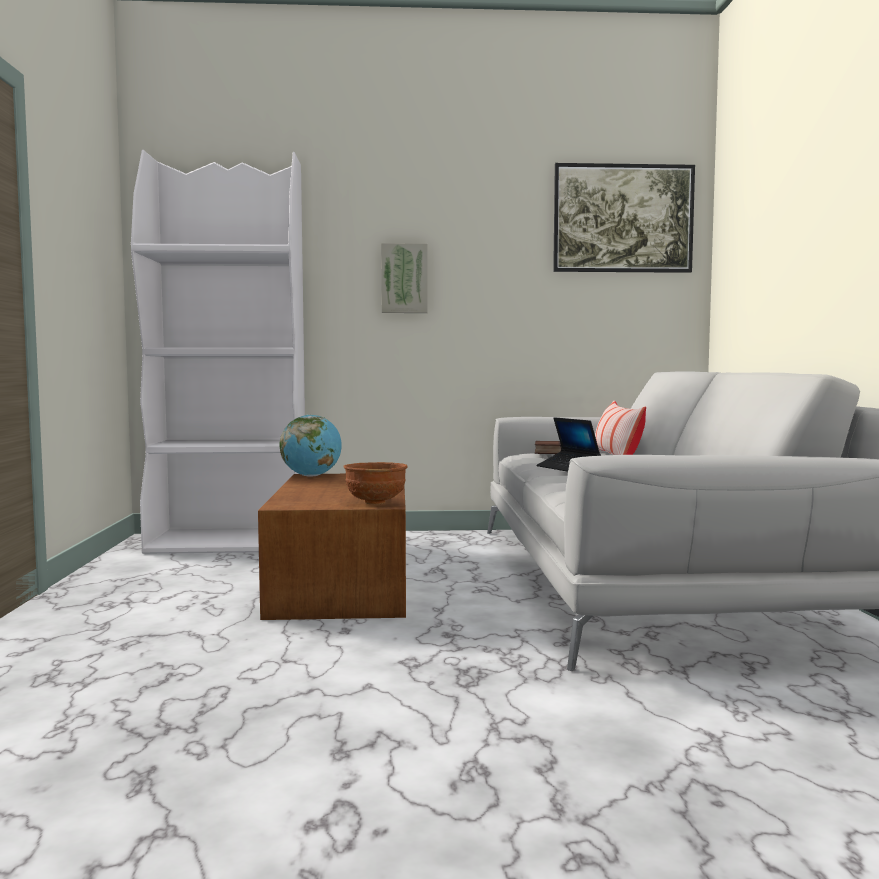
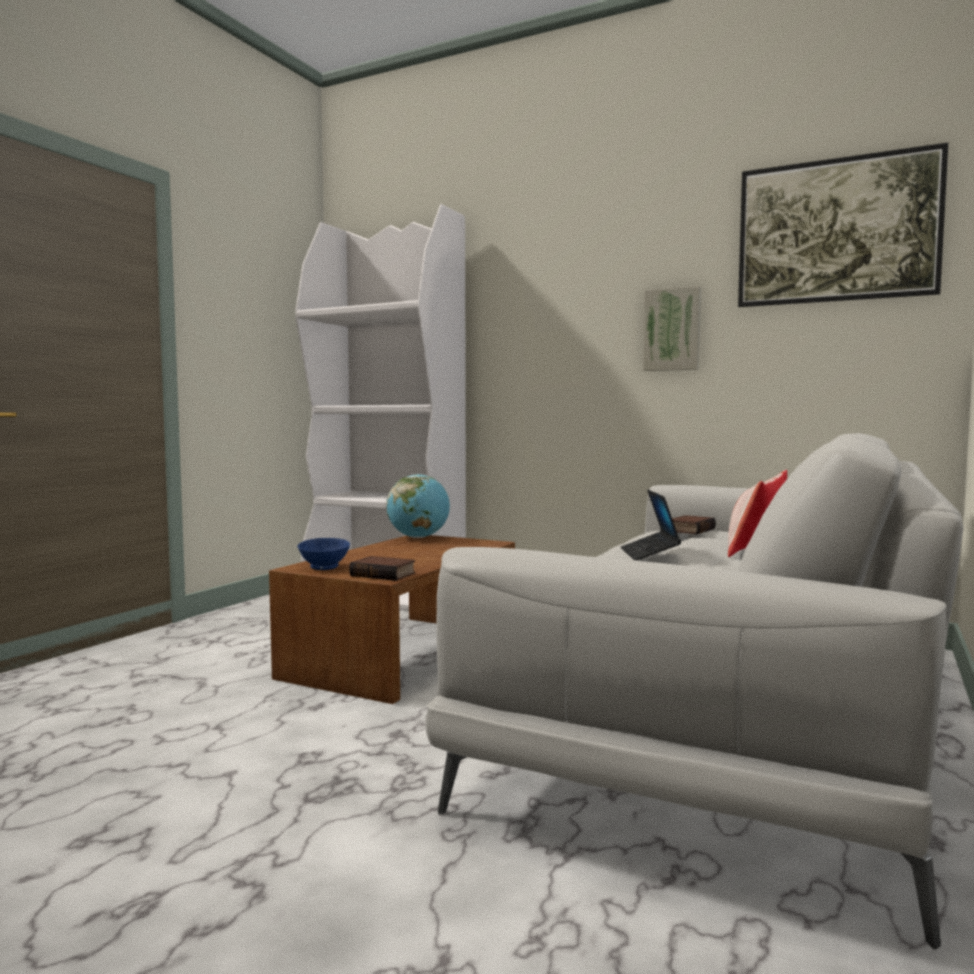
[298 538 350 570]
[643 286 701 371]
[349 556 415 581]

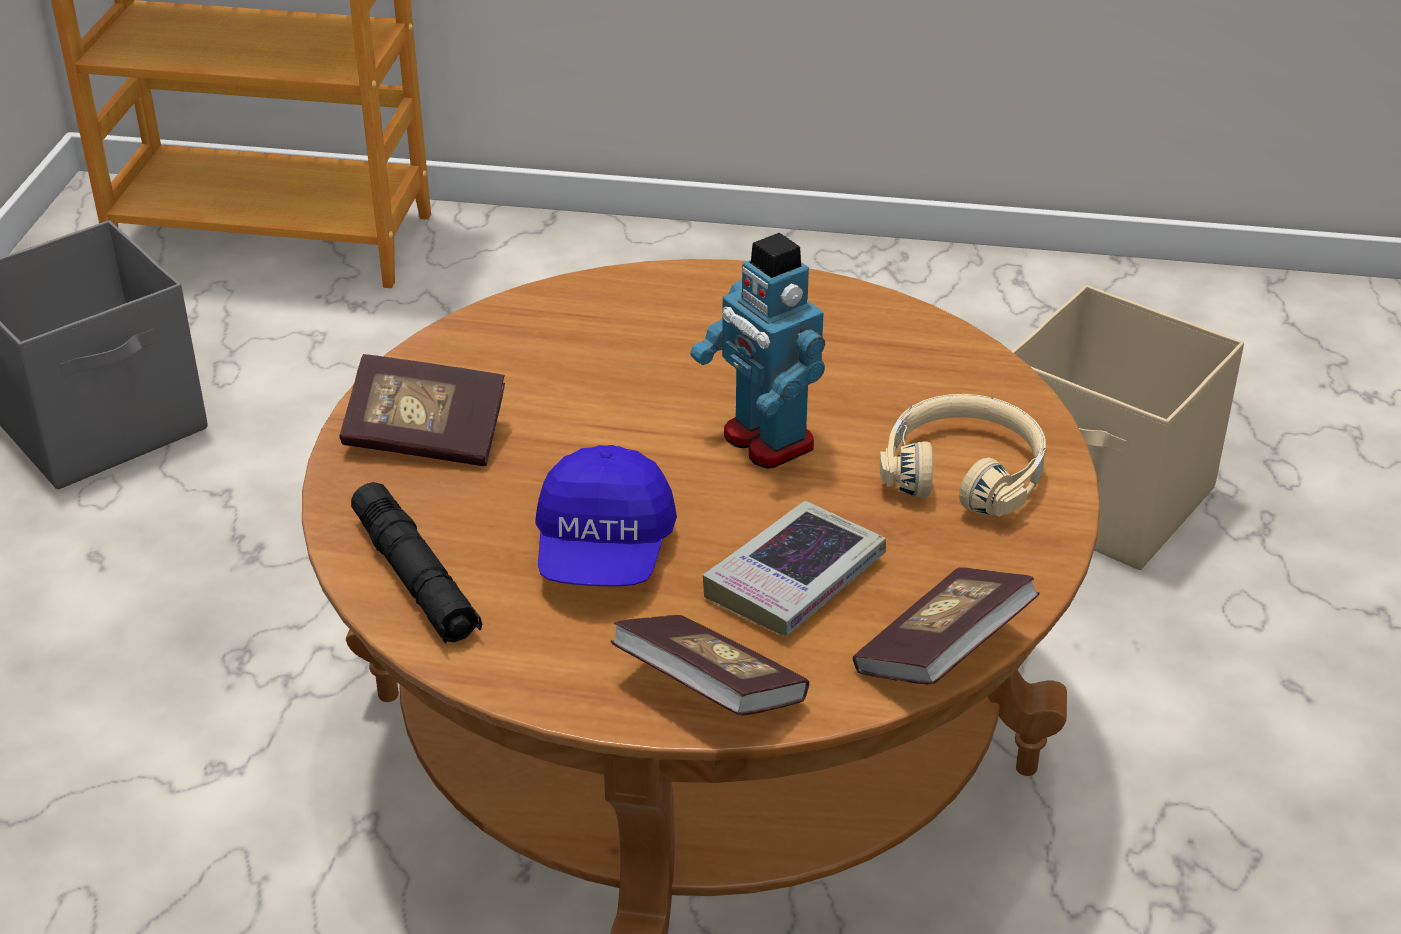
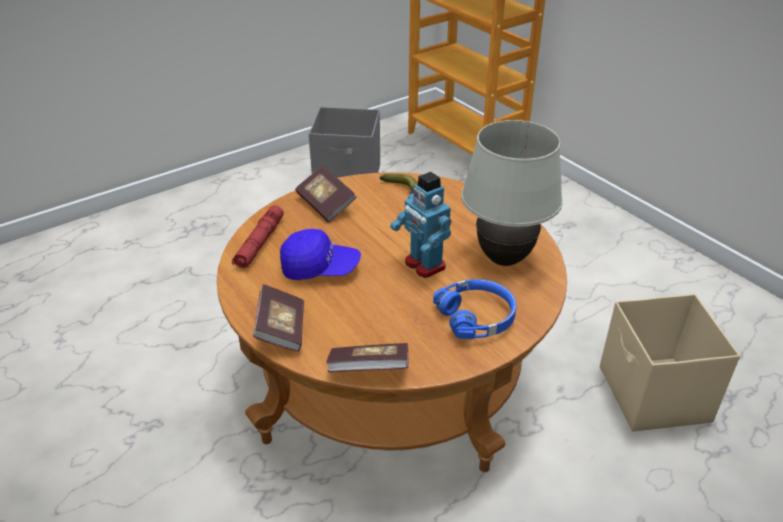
[702 501 886 636] (first image)
[380 174 418 194]
[461 120 563 266]
[232 205 284 268]
[433 279 516 339]
[280 229 361 280]
[390 172 451 278]

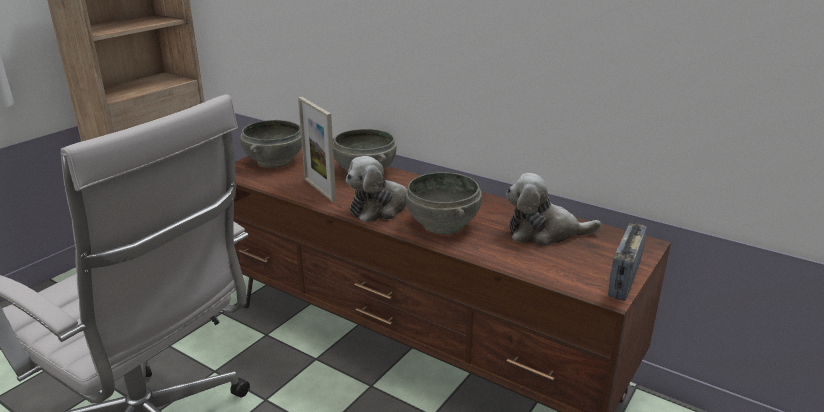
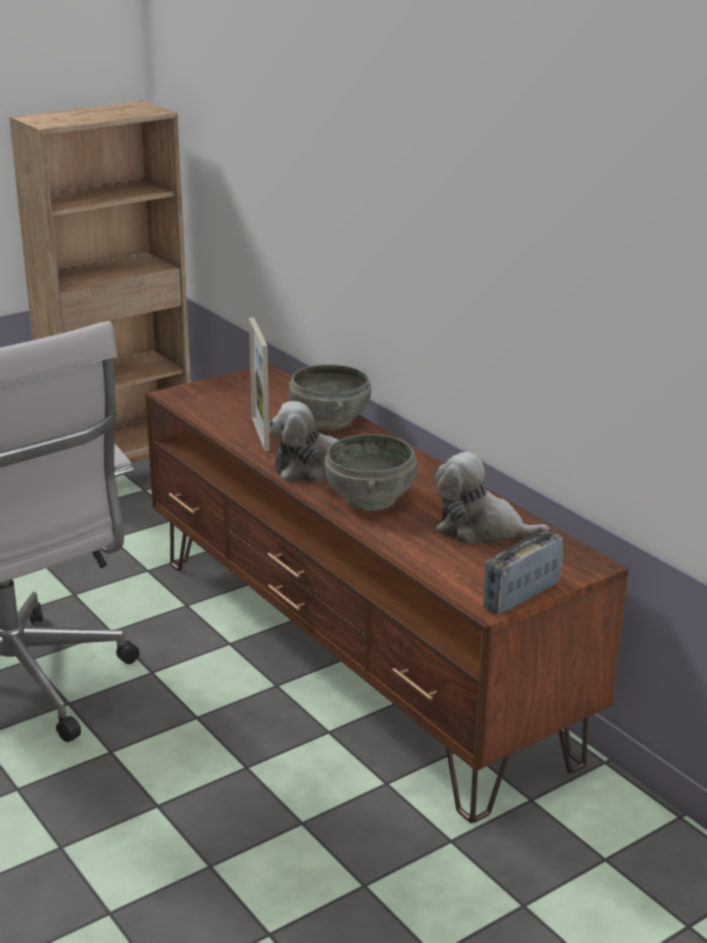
[240 120 302 168] (first image)

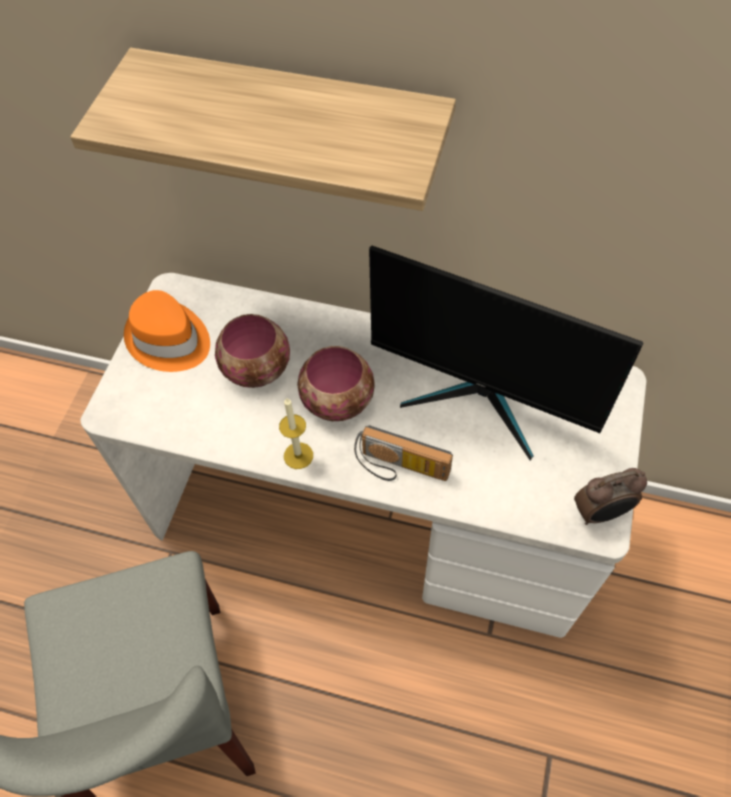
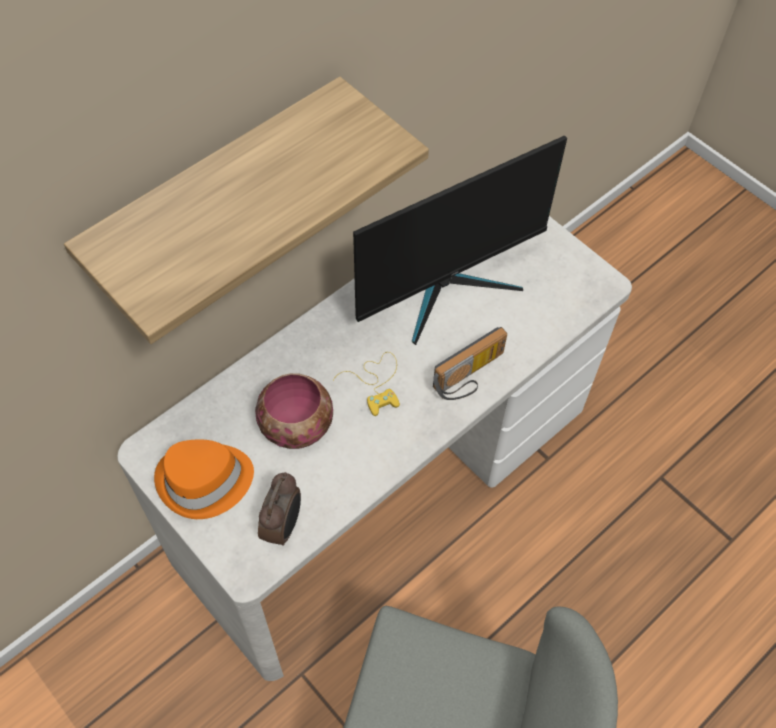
[279 397 313 469] (first image)
[258 472 301 546]
[333 352 400 416]

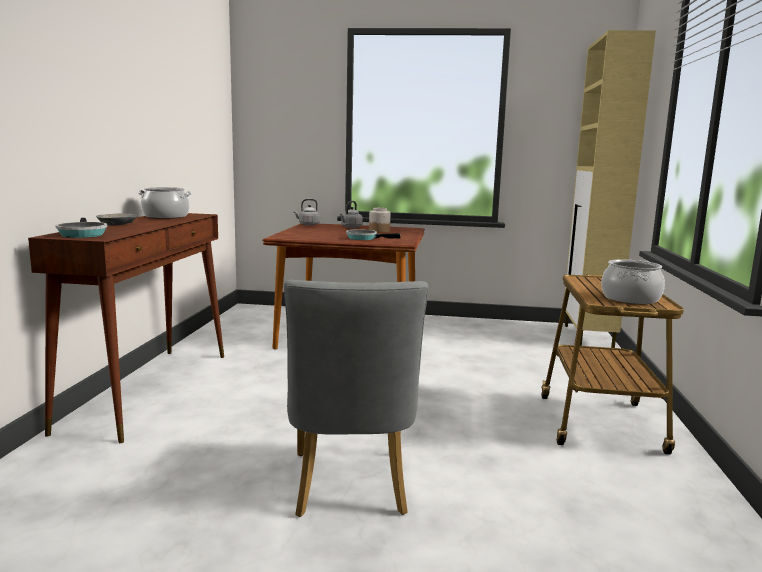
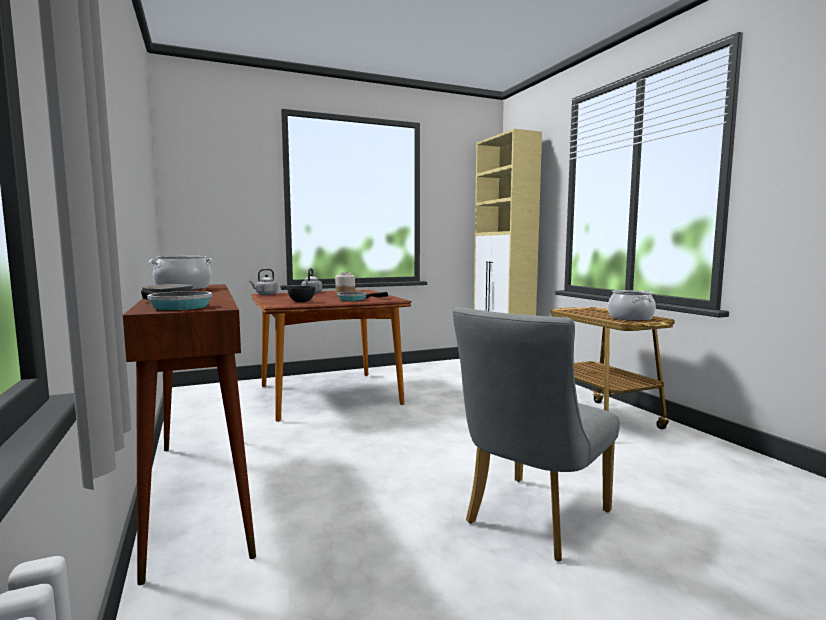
[287 286 315 302]
[453 307 620 561]

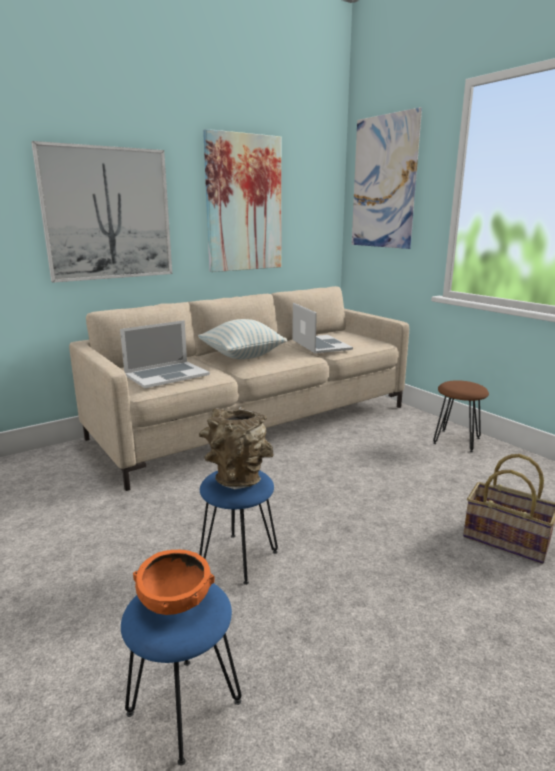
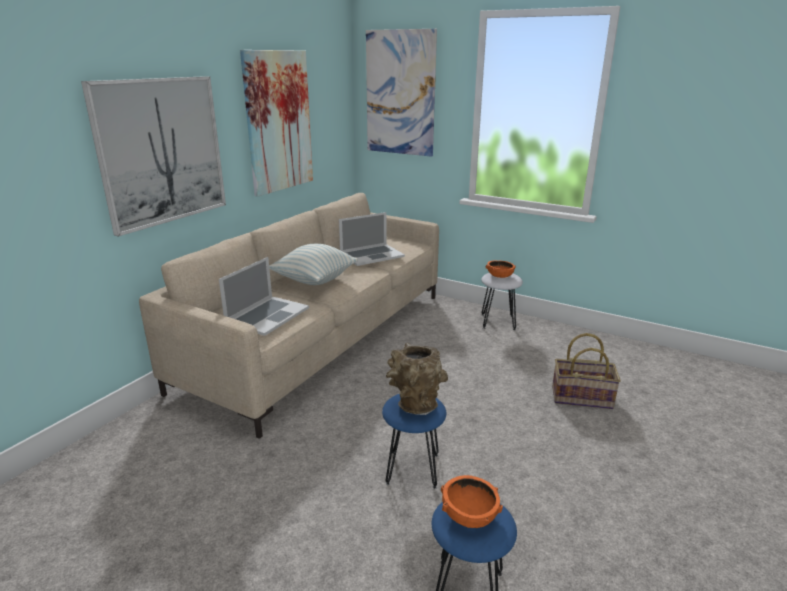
[486 261 516 278]
[481 273 523 330]
[339 212 405 266]

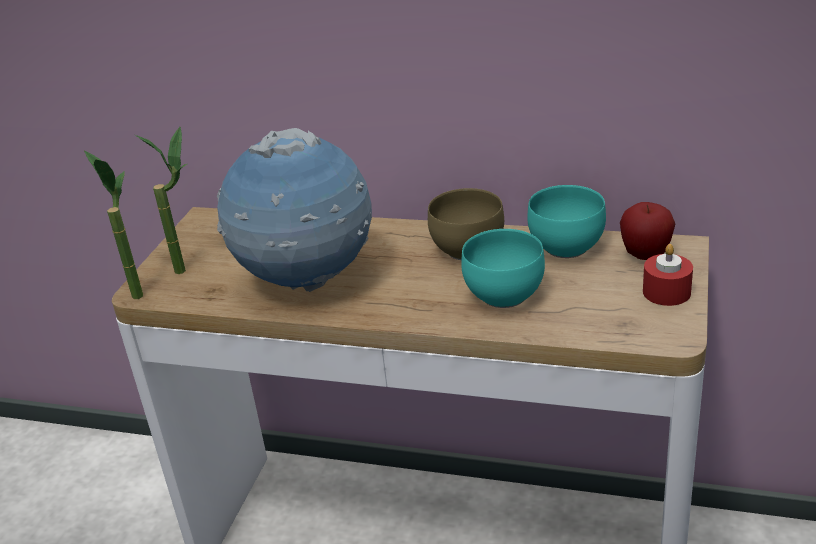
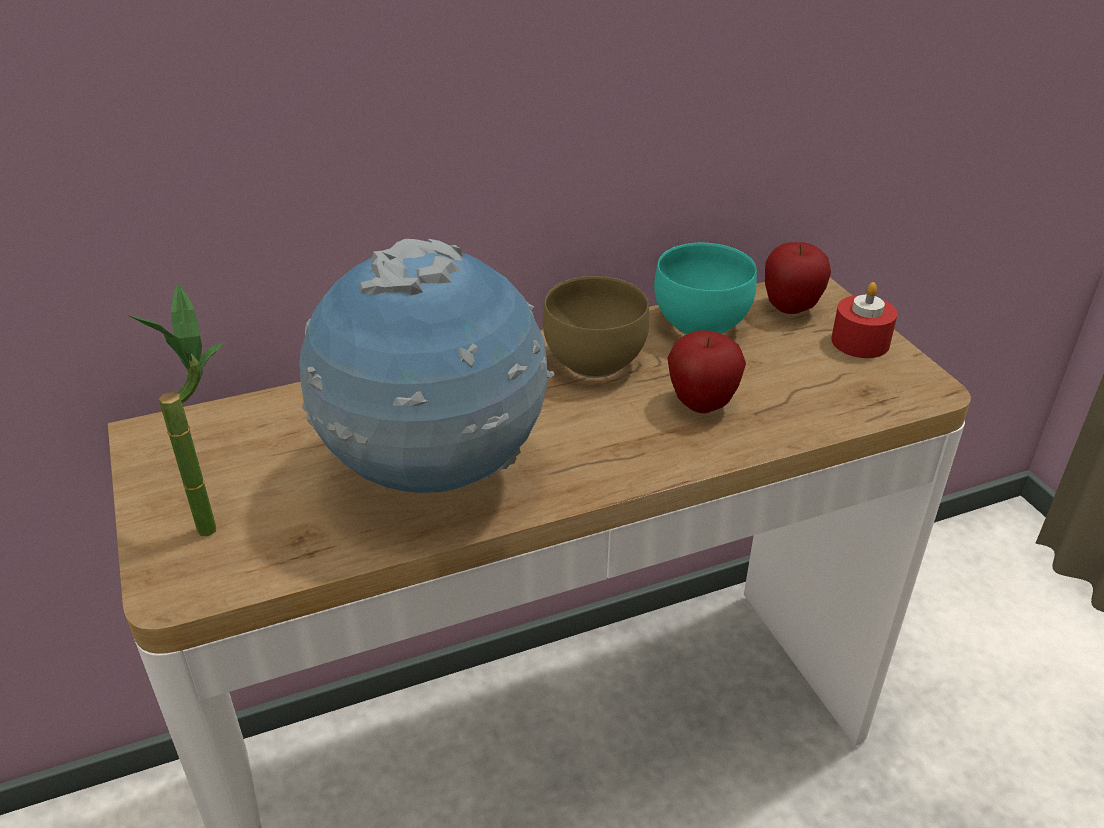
[84 150 143 299] (first image)
[668 330 746 413]

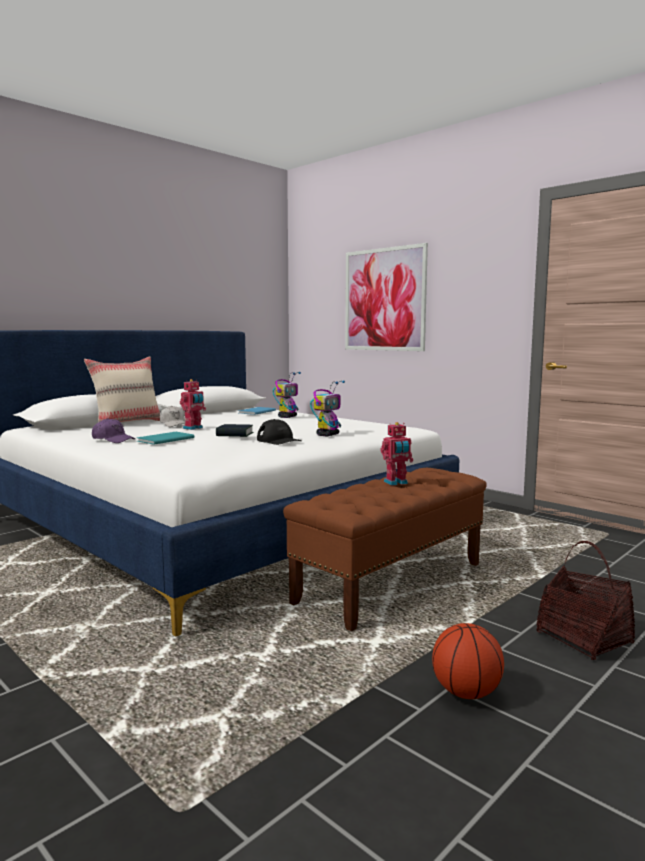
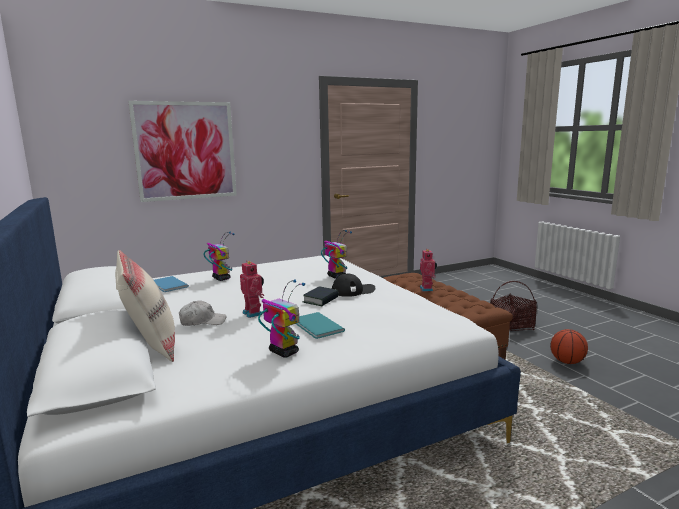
[258 279 305 358]

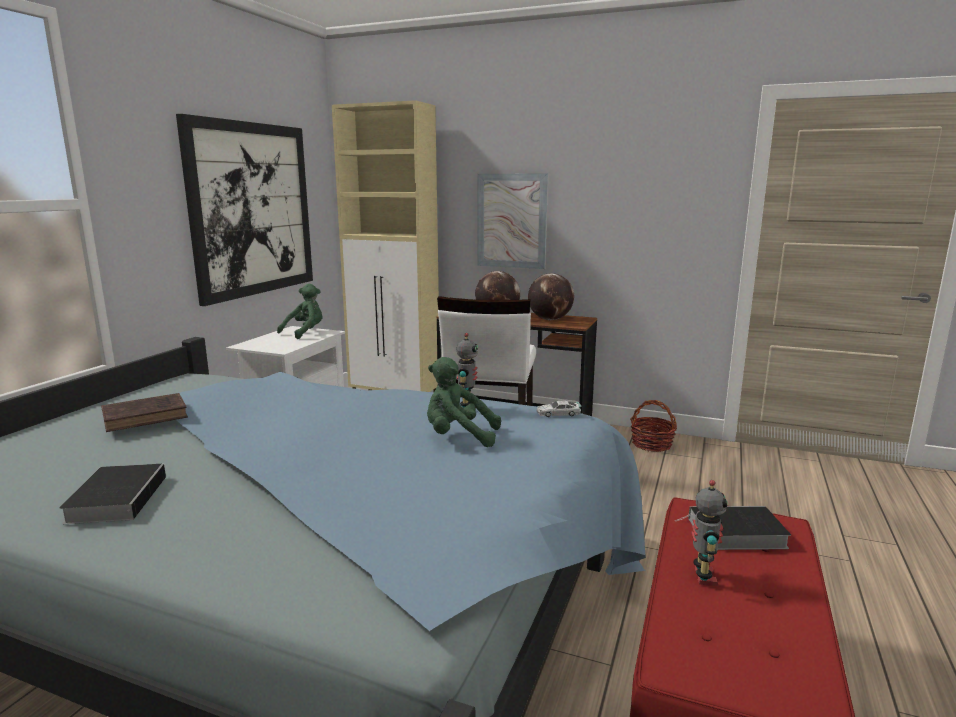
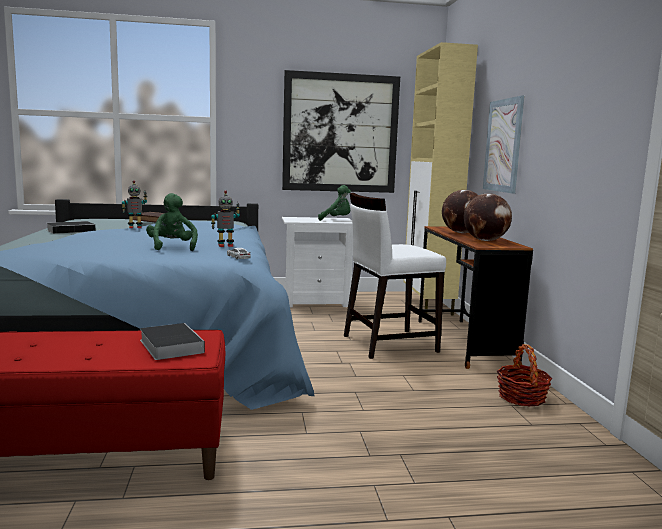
[122 180 147 228]

